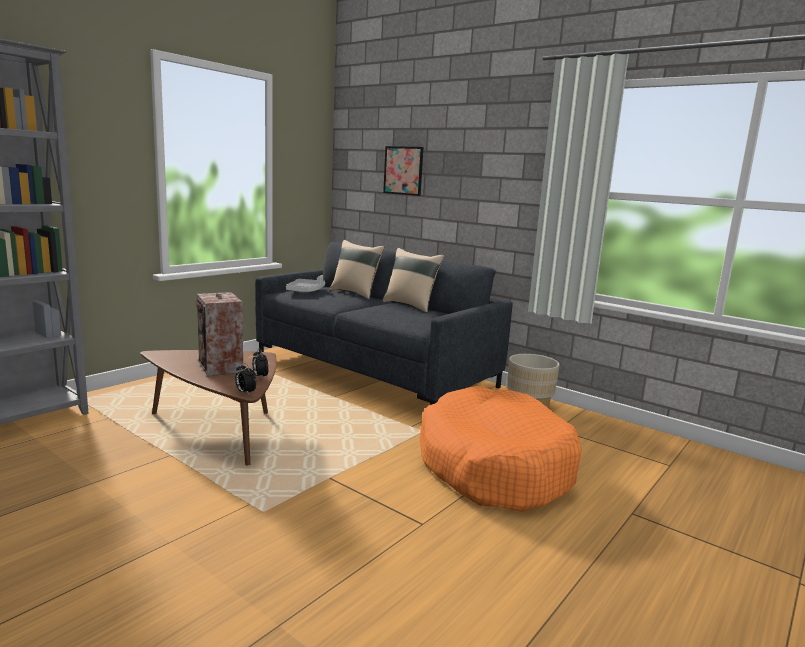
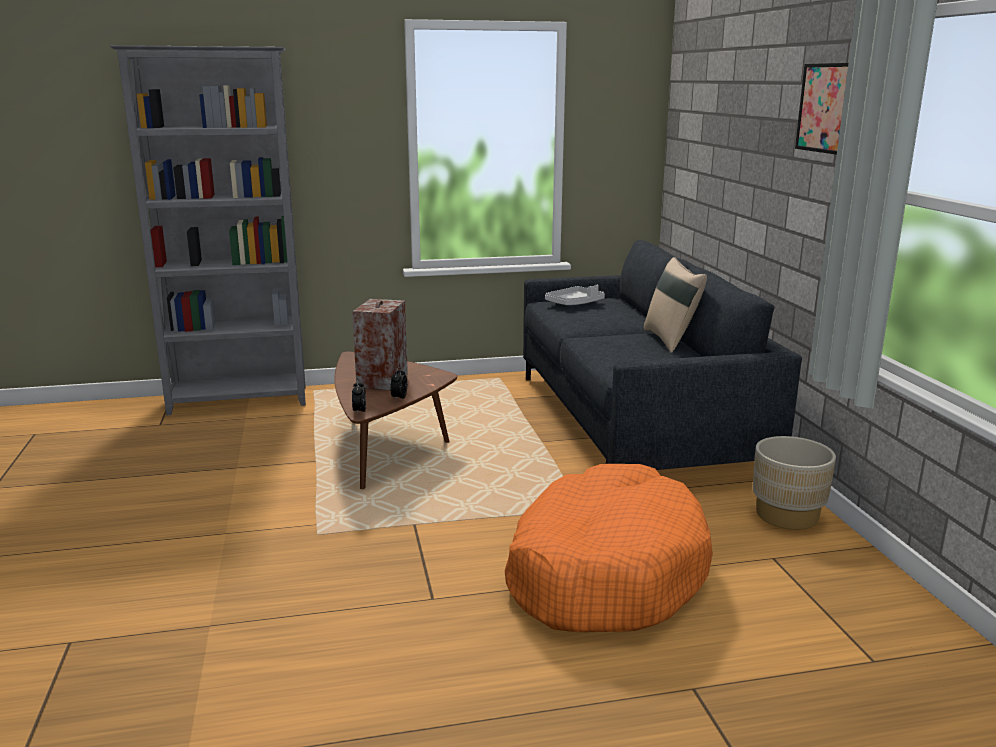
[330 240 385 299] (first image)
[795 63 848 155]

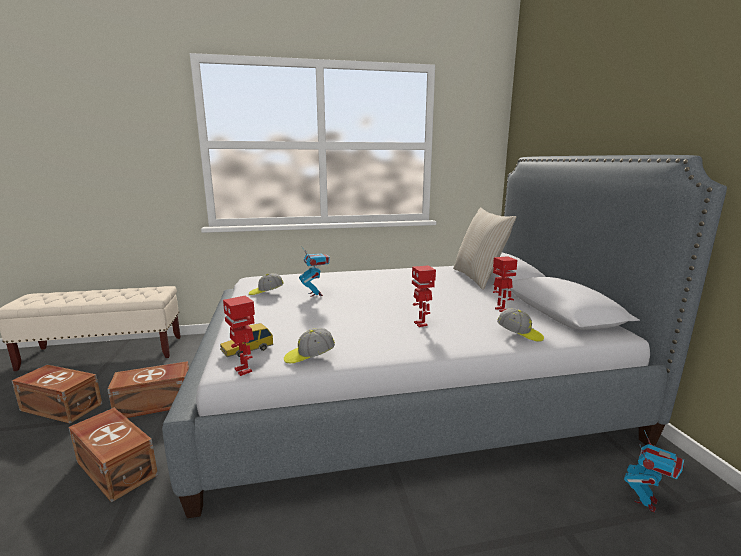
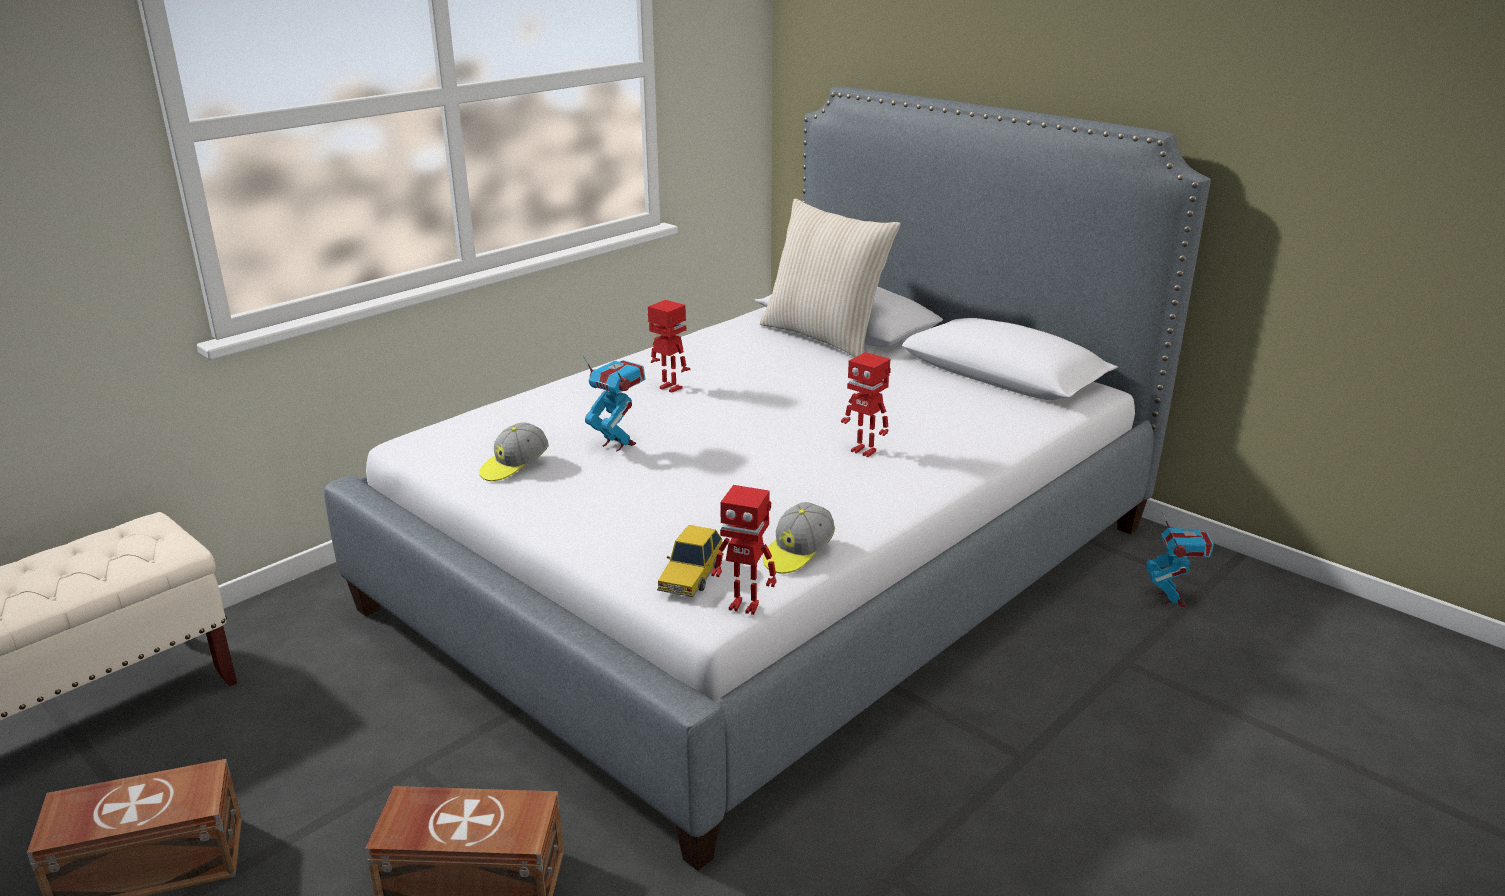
[107 361 189 418] (first image)
[497 308 544 342] (first image)
[648 300 690 393]

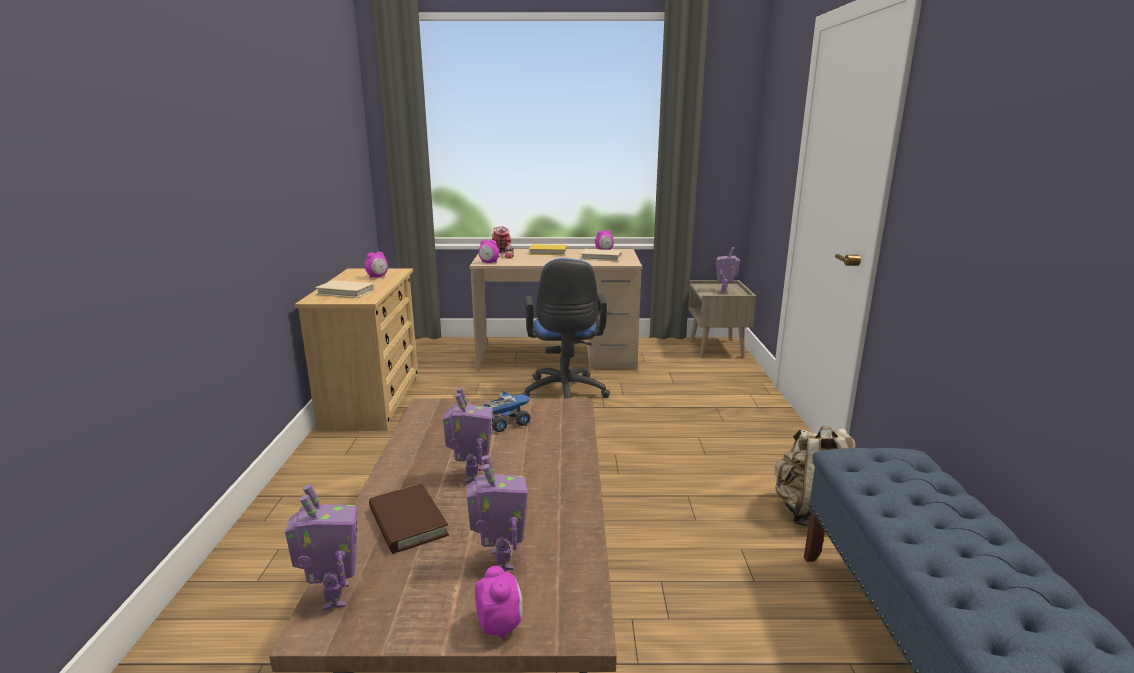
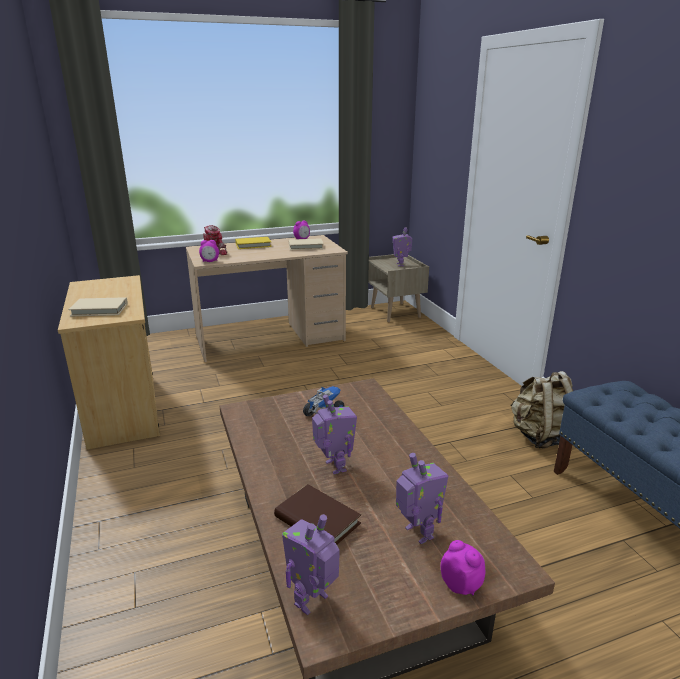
[365 251 388 278] (first image)
[522 258 610 398] (first image)
[282 514 340 615]

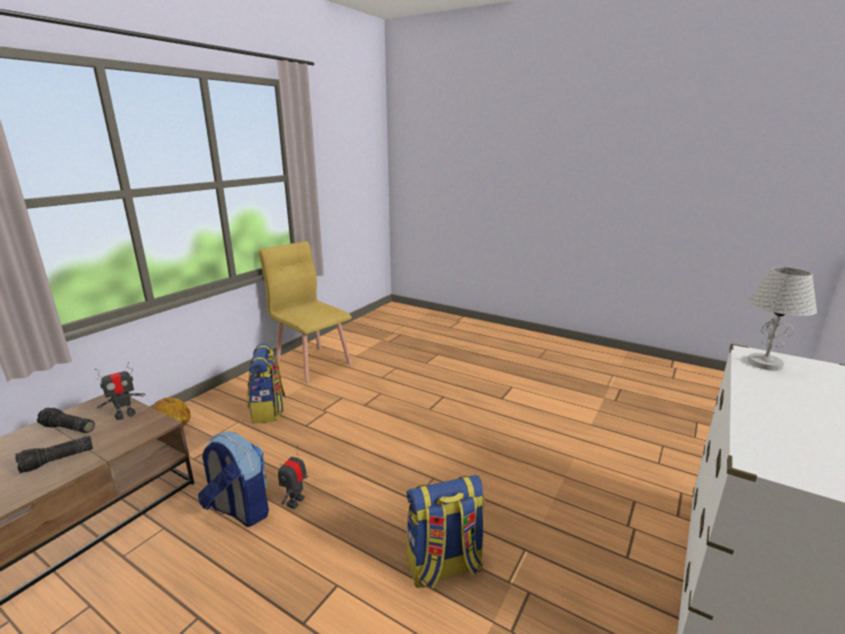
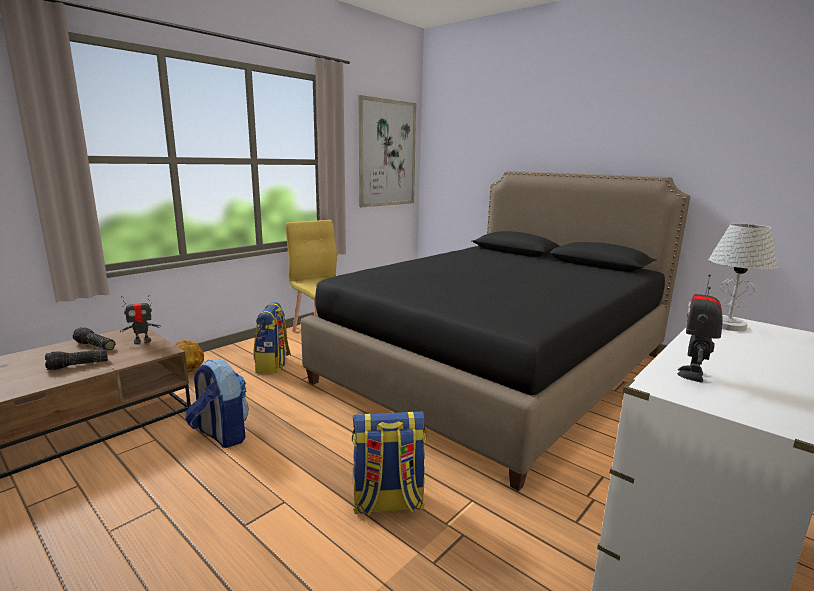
[301 171 690 491]
[358 95 416 207]
[677 274 723 382]

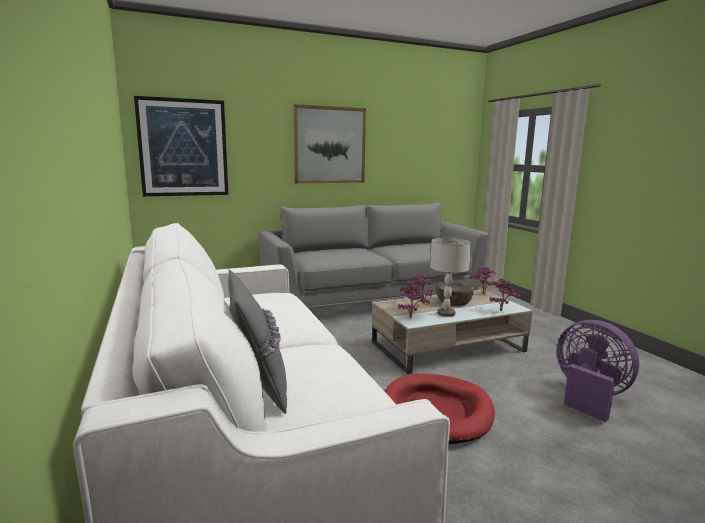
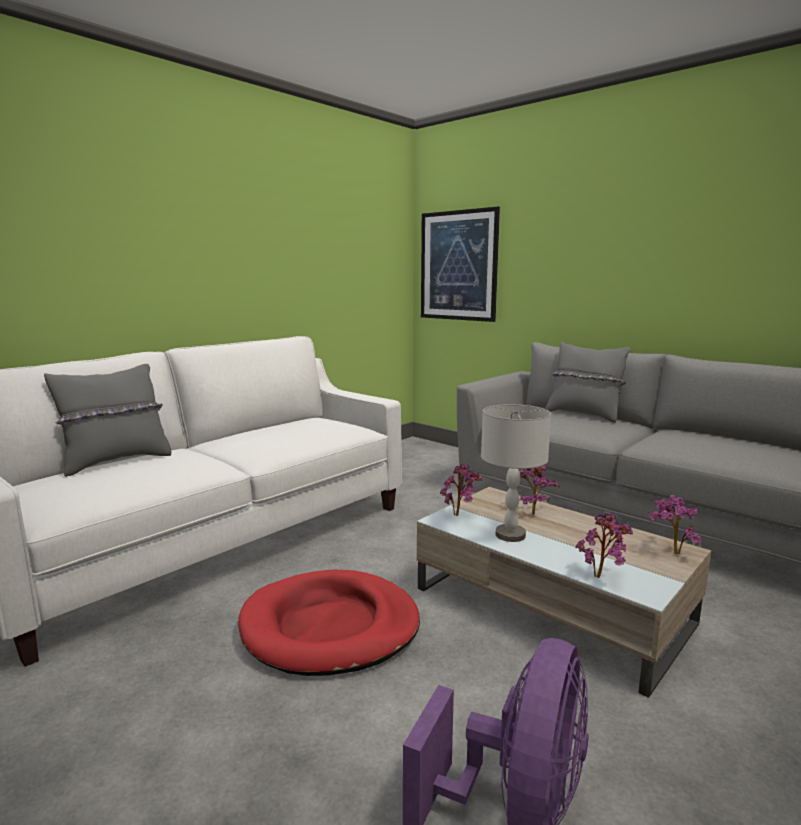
[294 104 366 183] (first image)
[436 282 474 306] (first image)
[545 342 631 423]

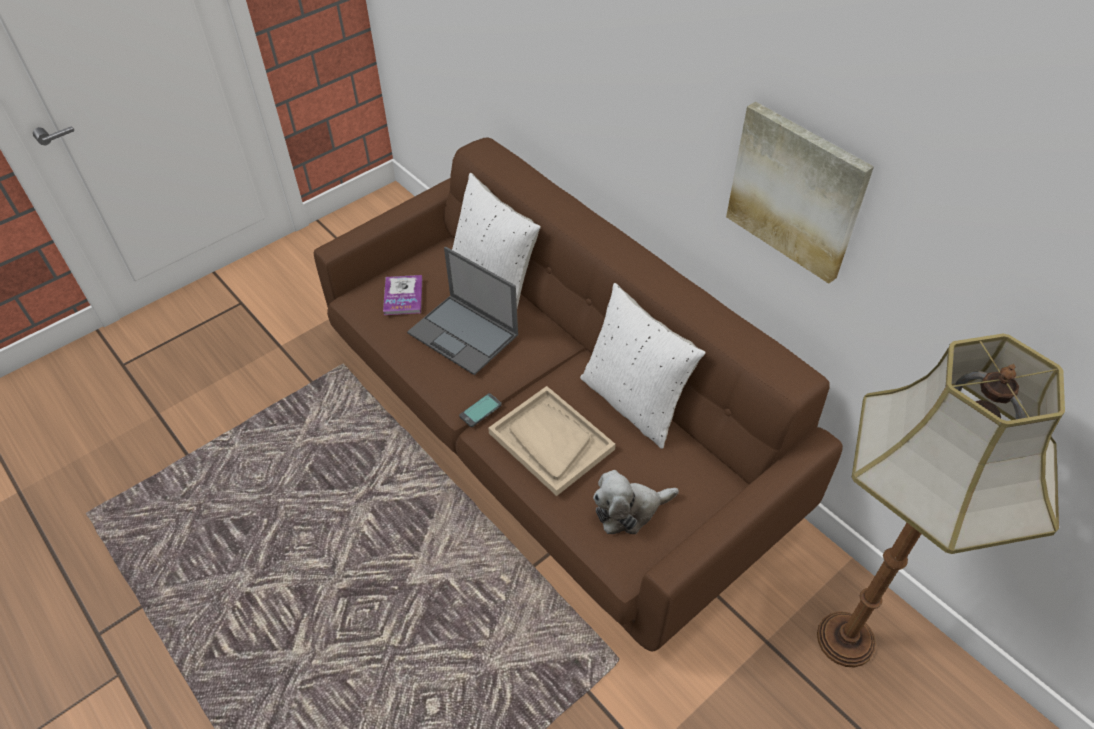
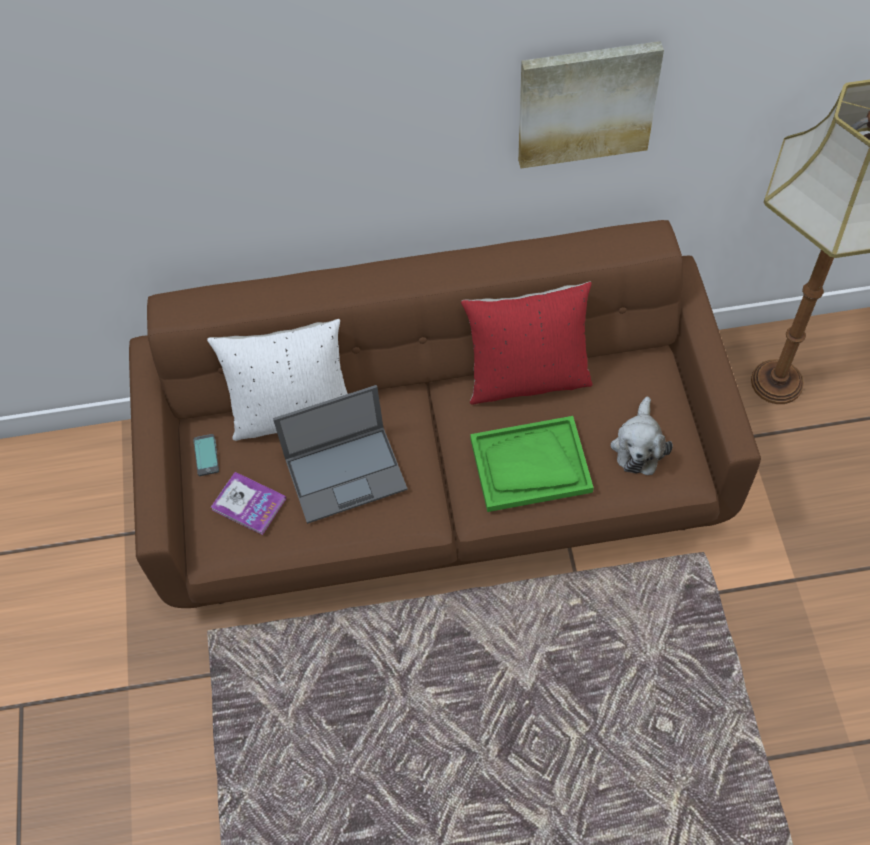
[193 434 219 476]
[470 416 594 512]
[461 282 593 405]

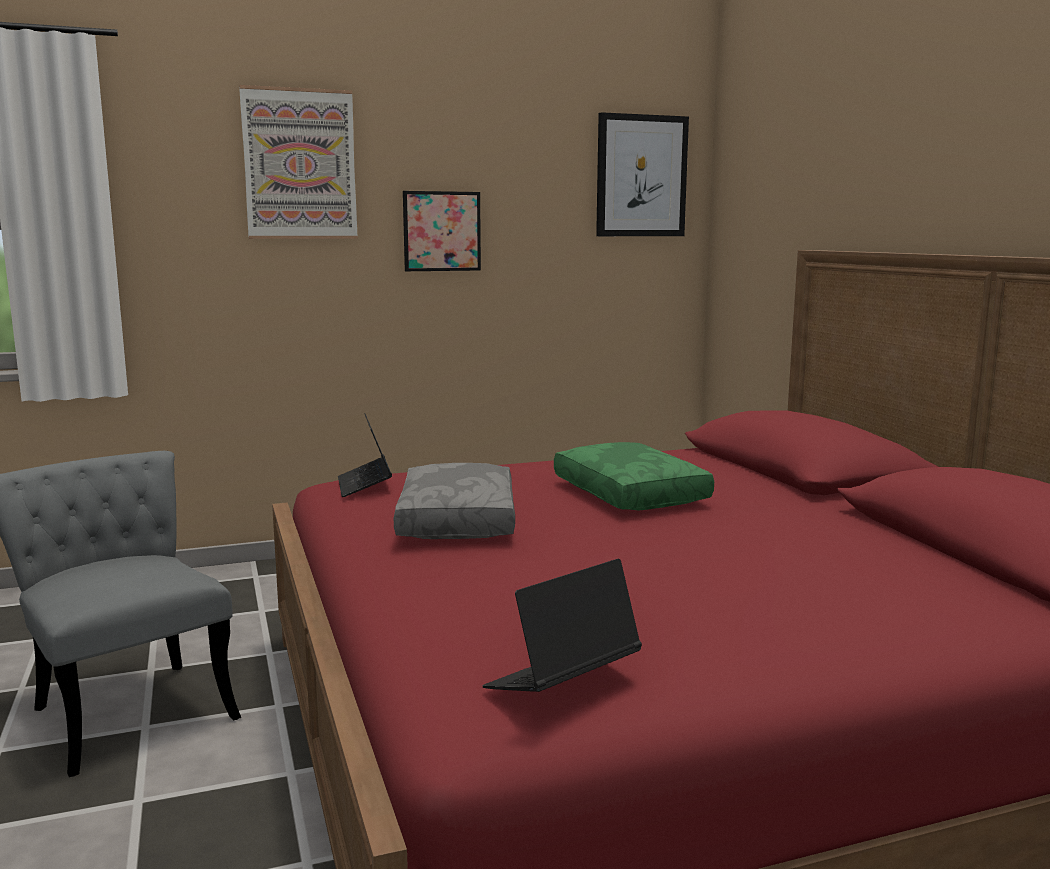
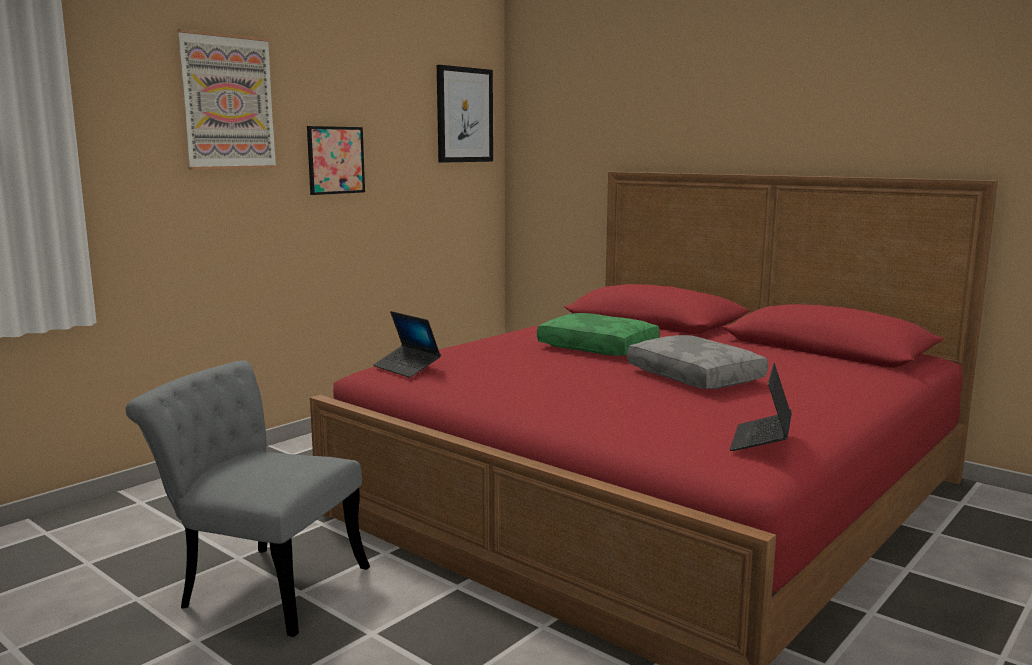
[627 335 768 389]

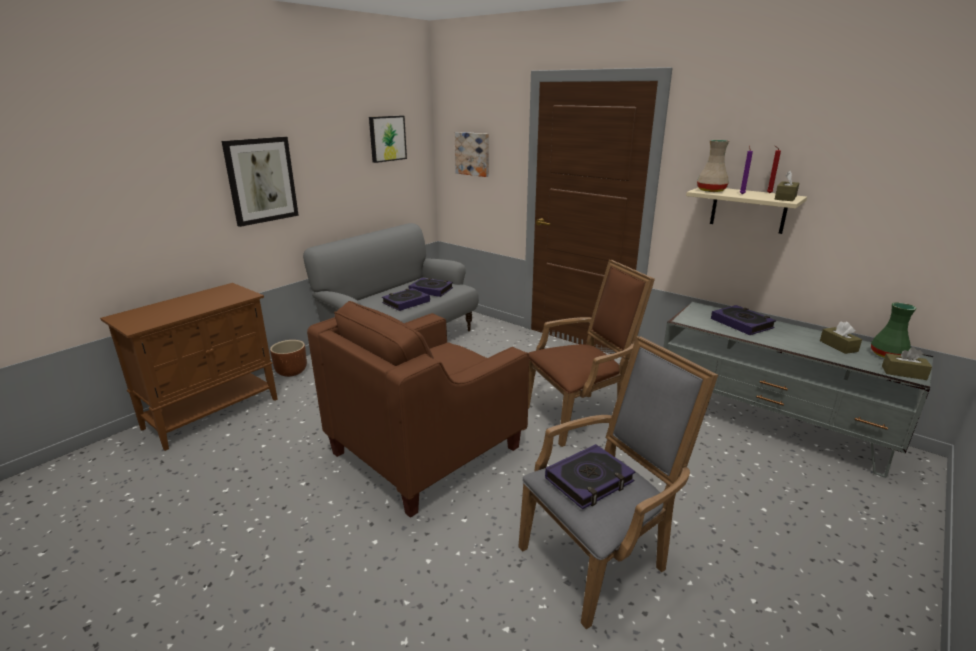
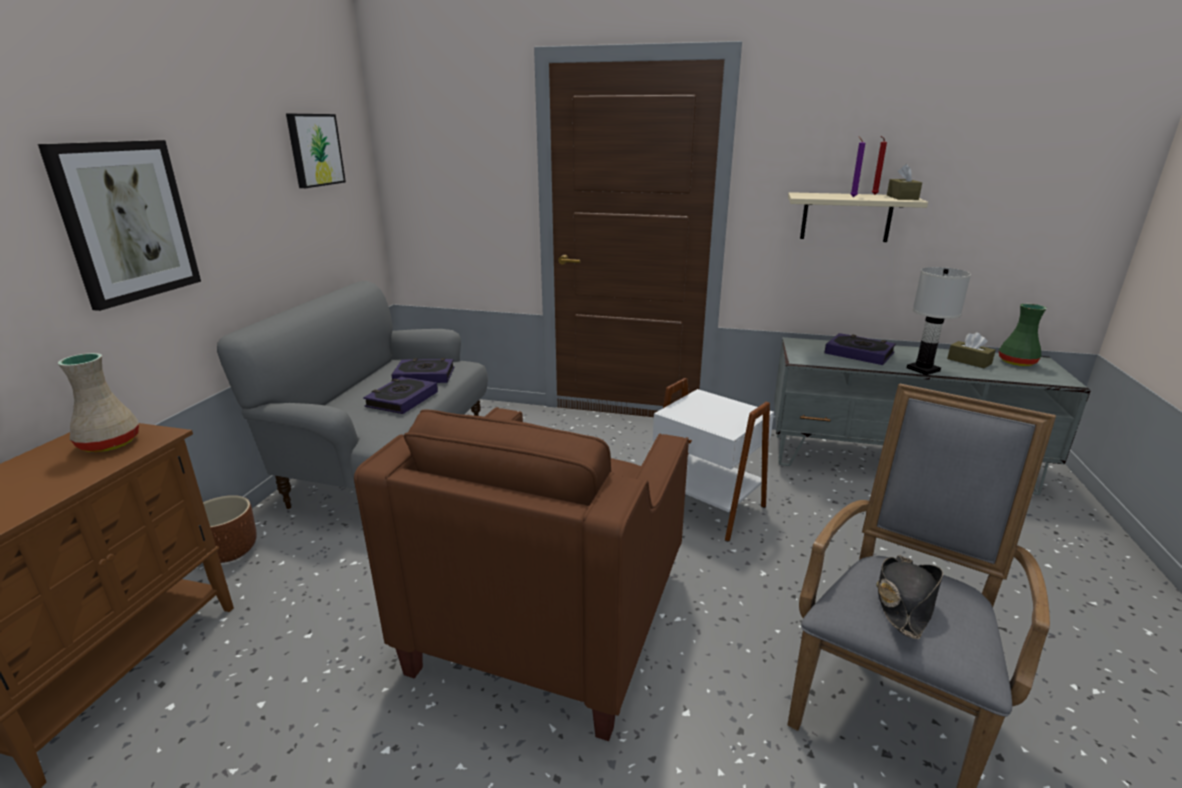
[455 132 489 177] (first image)
[882 347 932 380] (first image)
[907 267 971 375]
[58 353 139 453]
[653 378 774 542]
[876 555 943 639]

